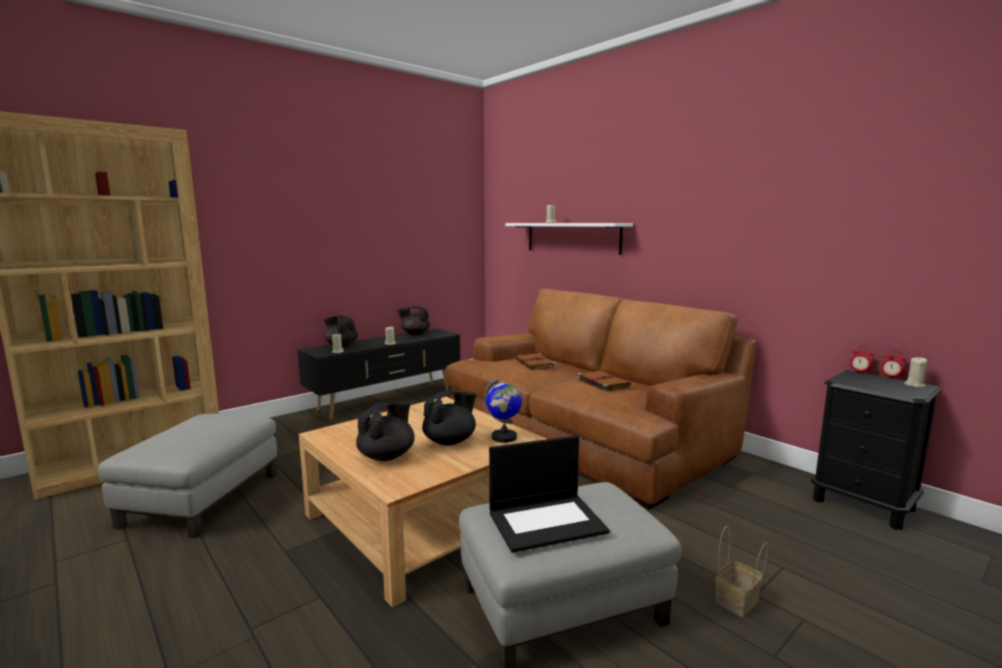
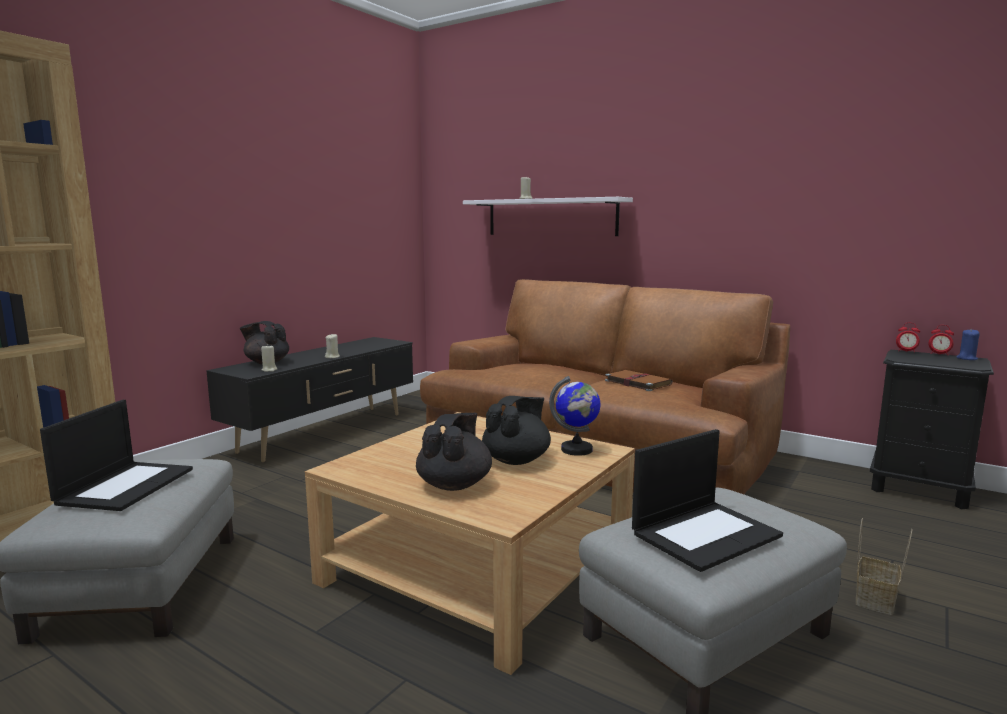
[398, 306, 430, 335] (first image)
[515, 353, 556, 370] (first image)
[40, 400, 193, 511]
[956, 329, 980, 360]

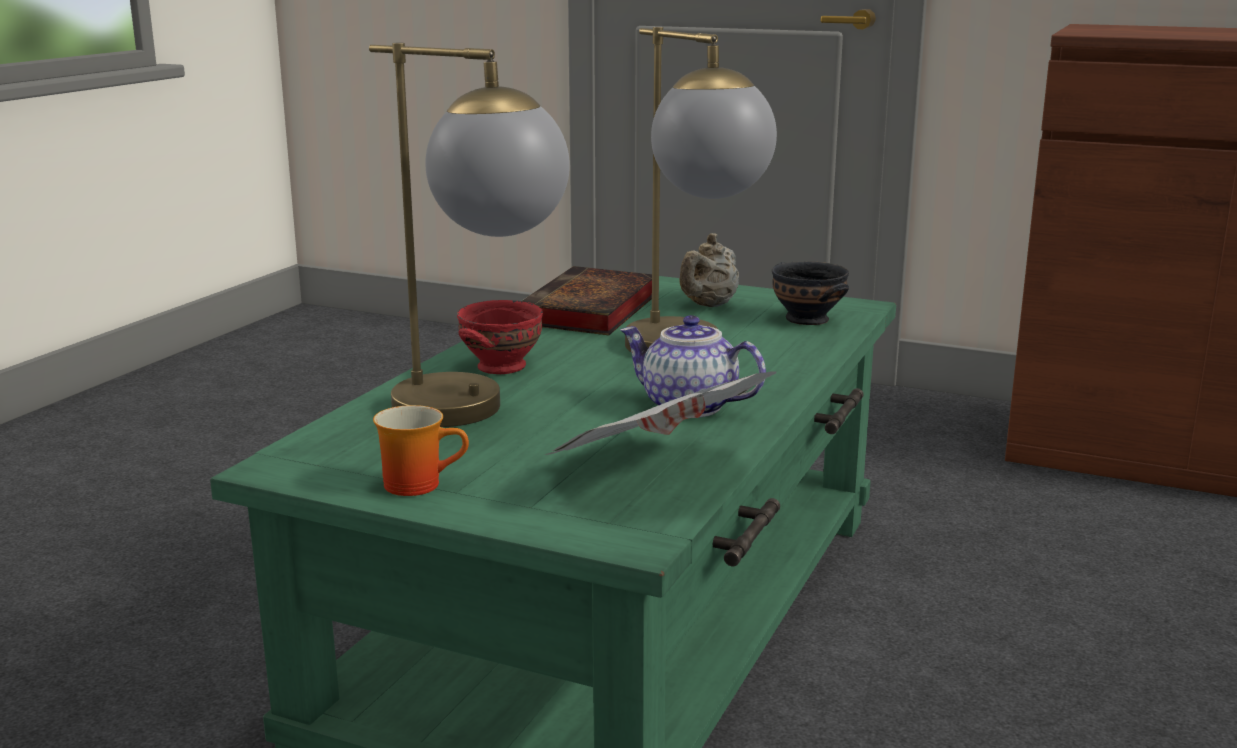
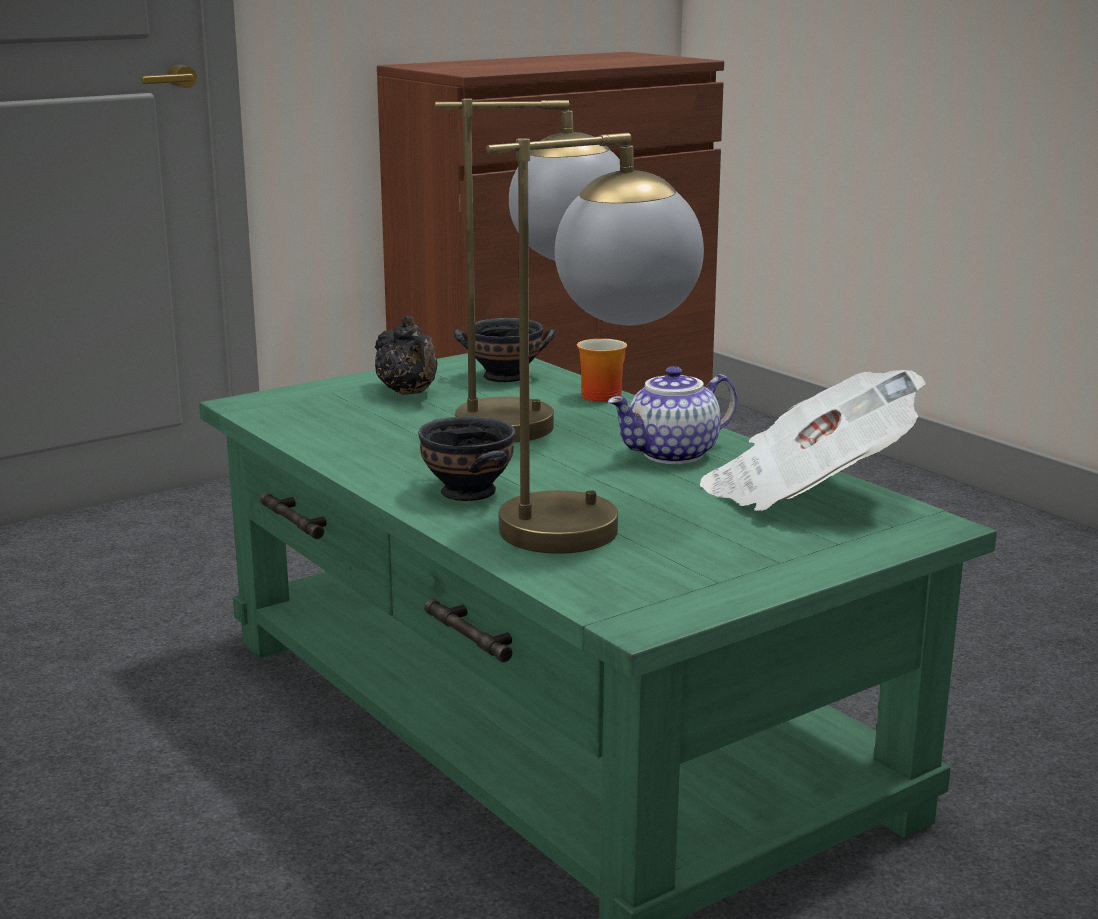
[522, 266, 652, 335] (first image)
[577, 339, 627, 402]
[418, 416, 515, 501]
[375, 315, 438, 395]

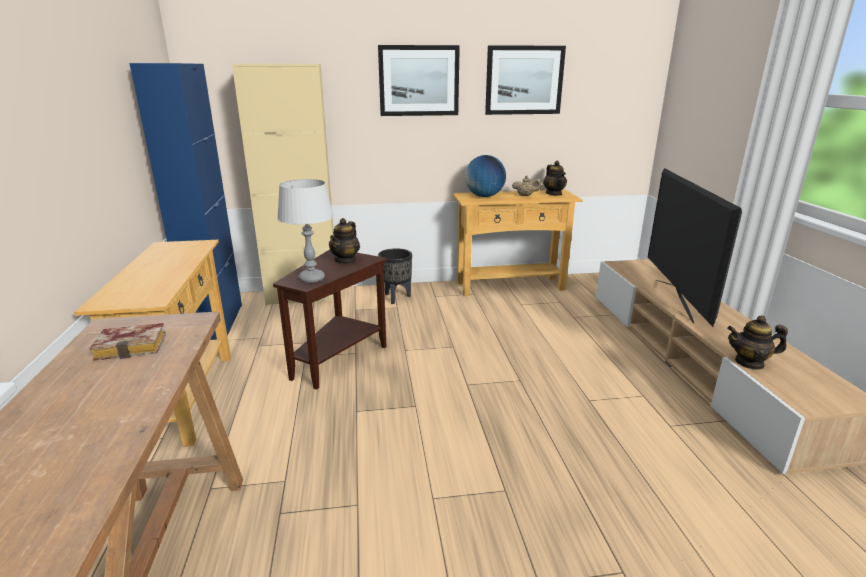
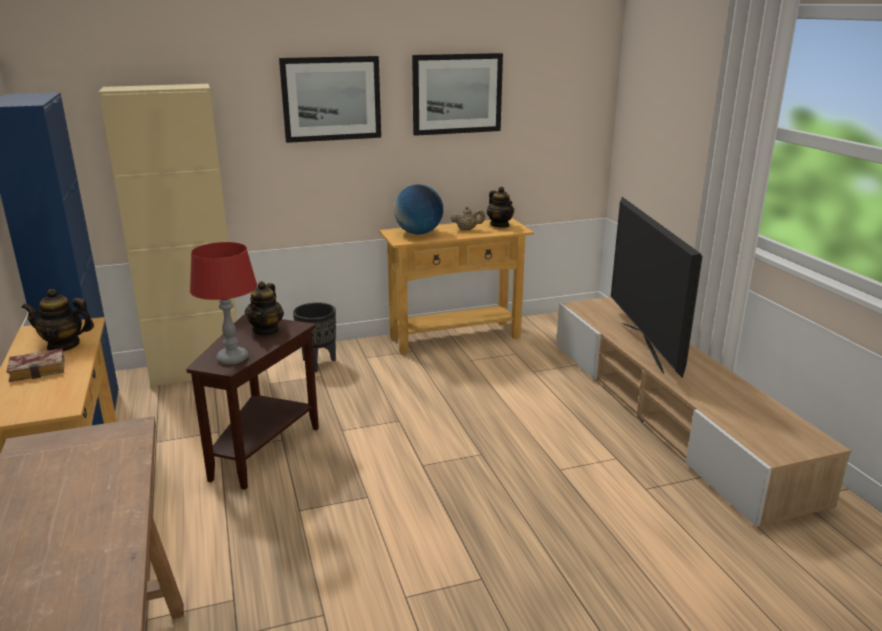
[6, 349, 65, 382]
[21, 289, 94, 351]
[190, 242, 257, 365]

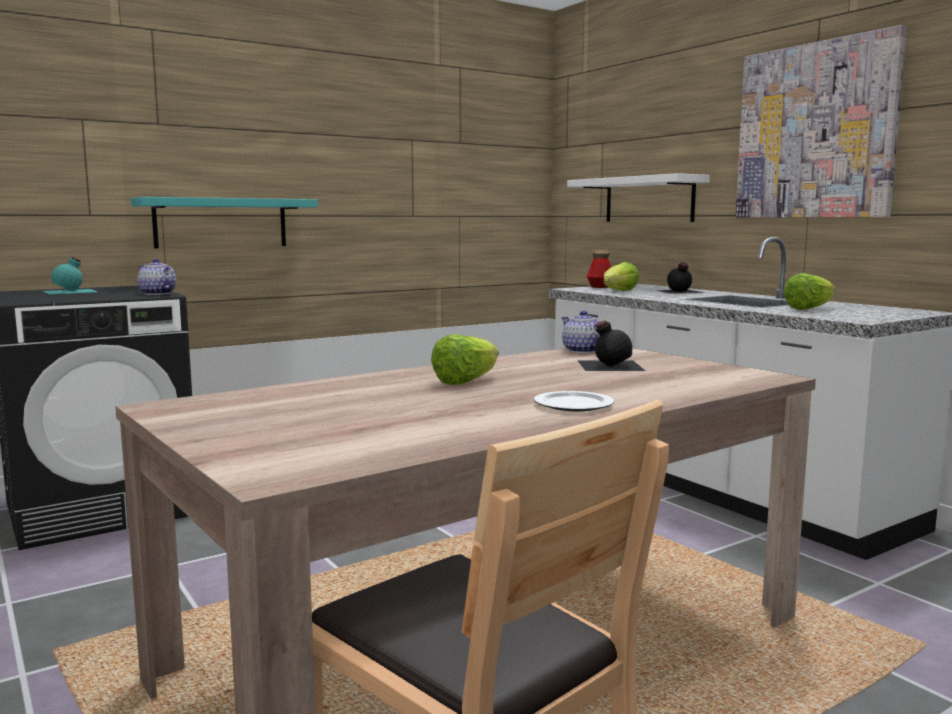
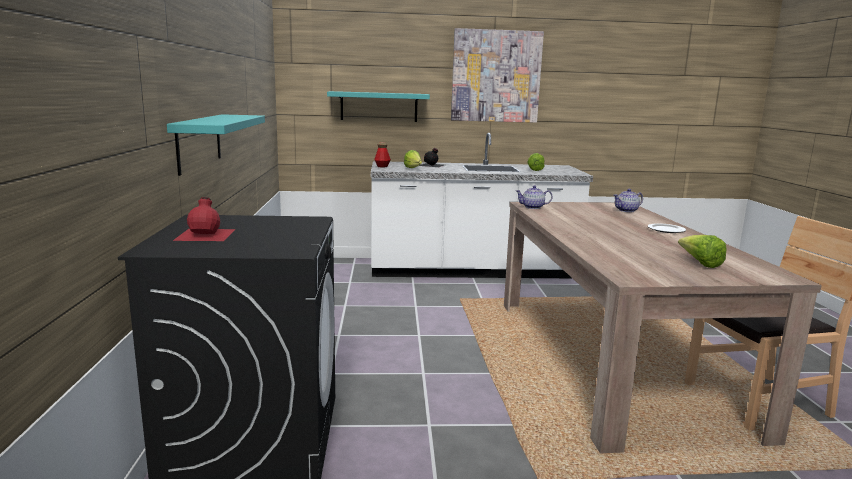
[578, 321, 645, 371] (first image)
[614, 189, 643, 212]
[678, 235, 727, 268]
[173, 197, 236, 241]
[327, 91, 430, 122]

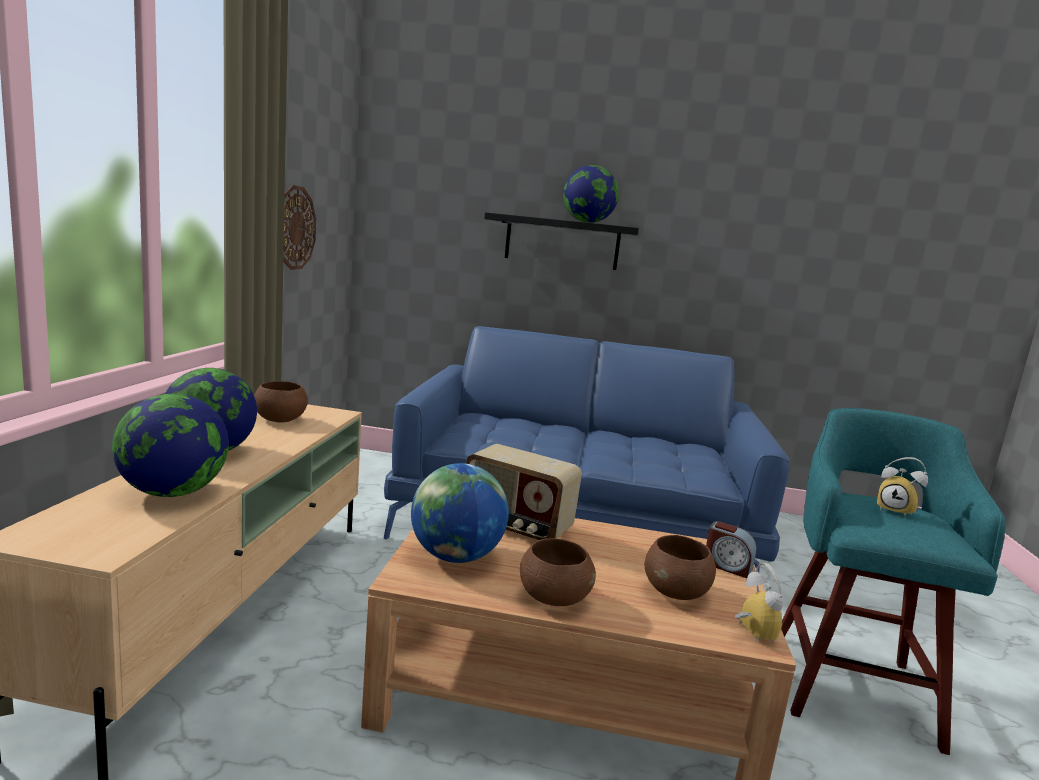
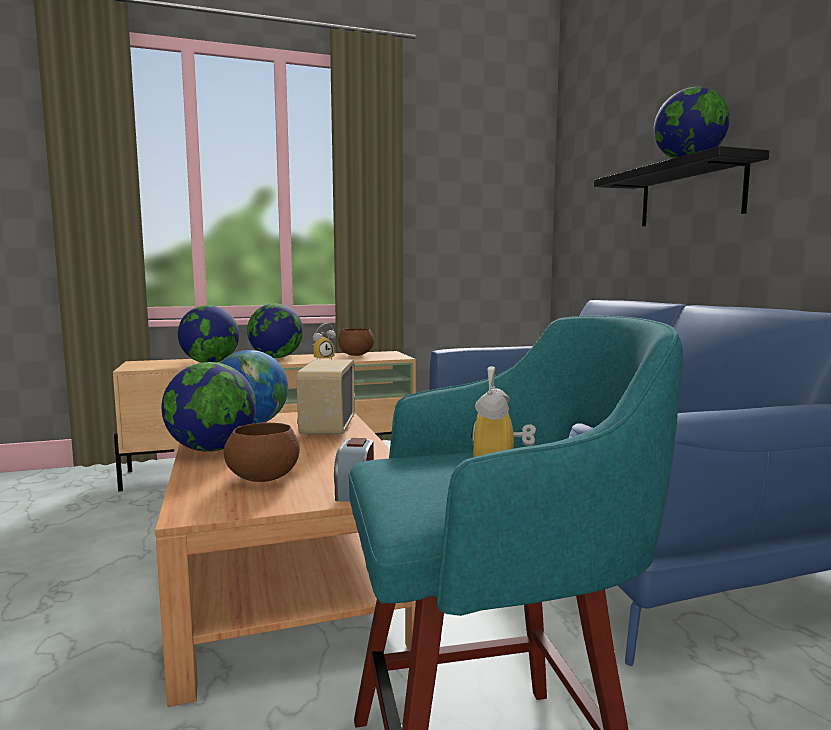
[283, 185, 316, 270] (first image)
[312, 323, 336, 360]
[162, 362, 256, 452]

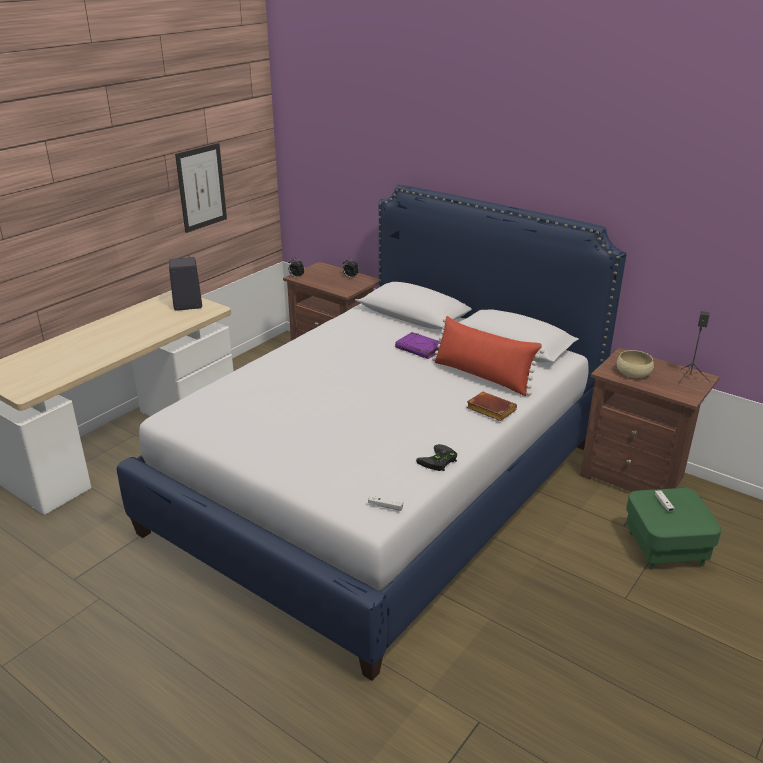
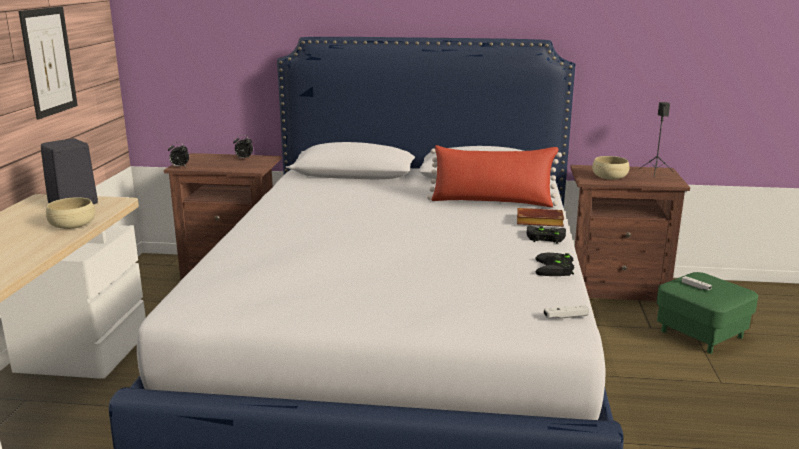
[395, 332, 441, 359] (first image)
[46, 197, 95, 229]
[527, 226, 566, 244]

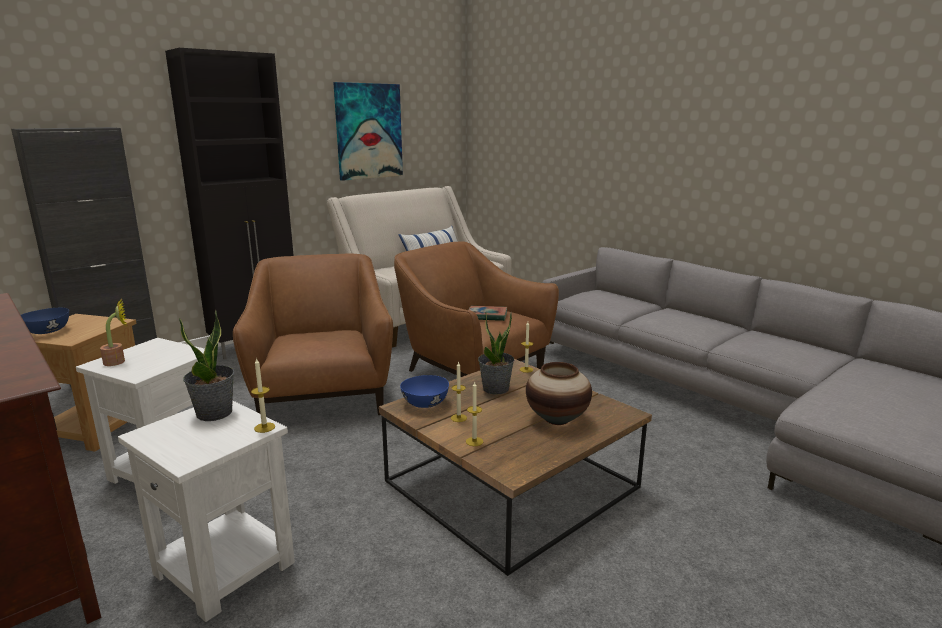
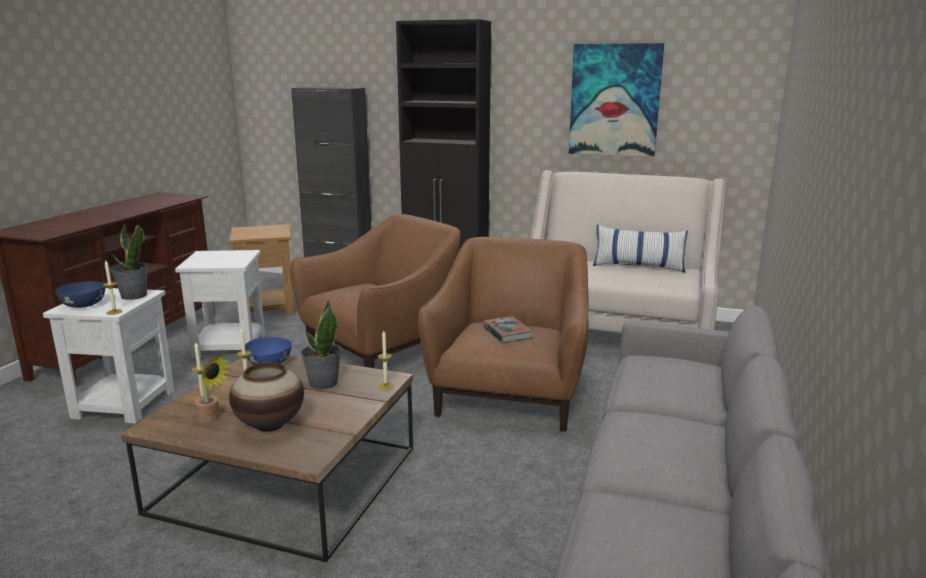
[55, 281, 106, 308]
[195, 356, 231, 423]

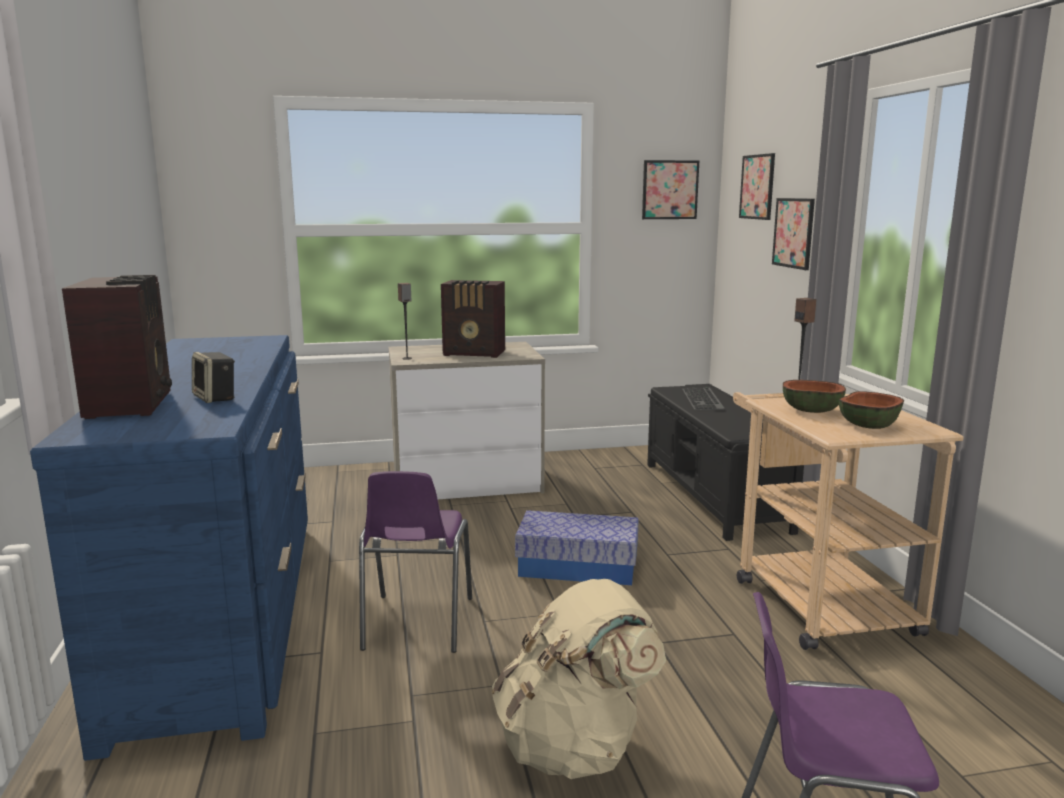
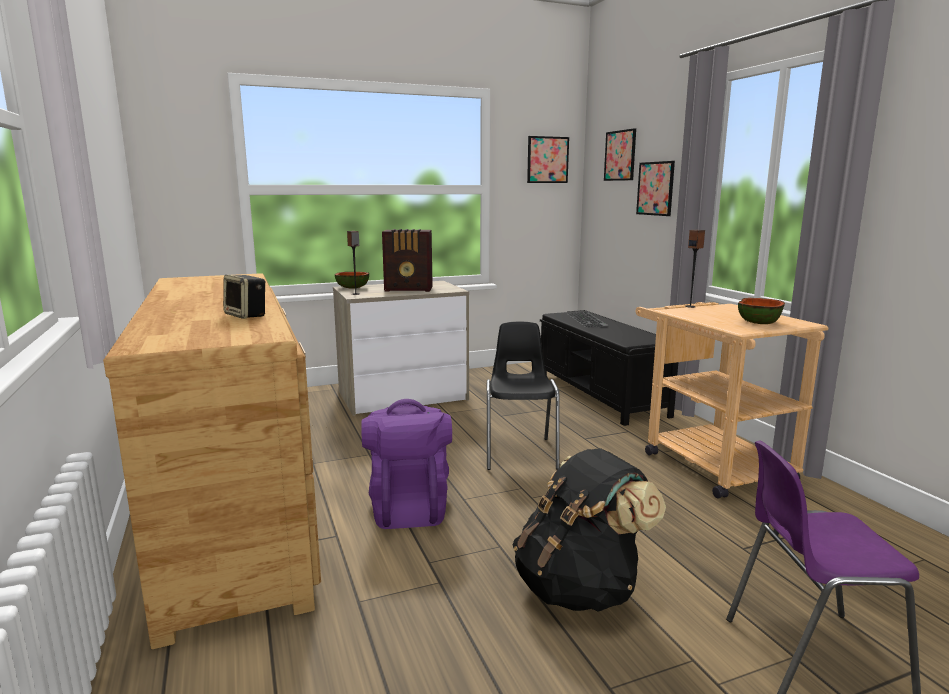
[62, 275, 172, 419] (first image)
[335, 272, 369, 288]
[361, 399, 452, 529]
[486, 322, 560, 470]
[103, 273, 321, 649]
[513, 448, 666, 612]

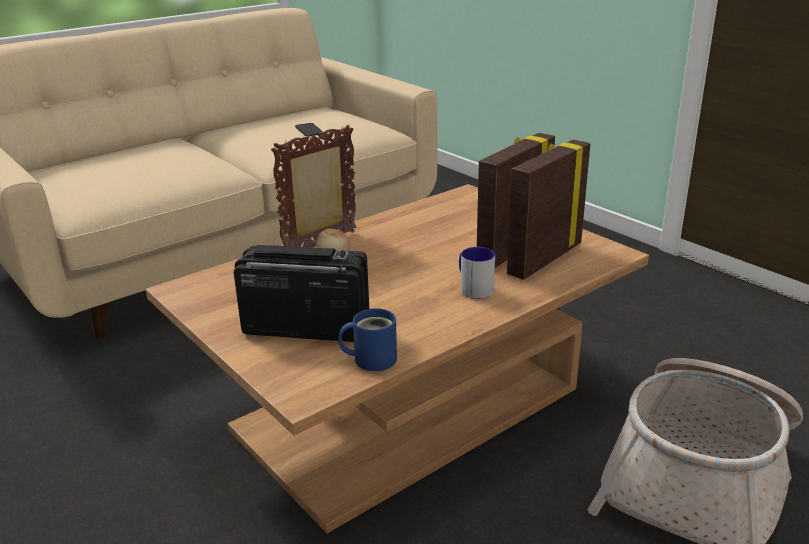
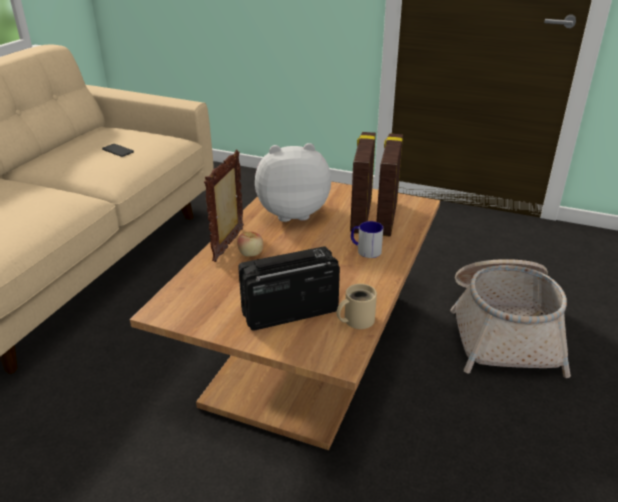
[255, 143, 331, 222]
[337, 284, 377, 329]

